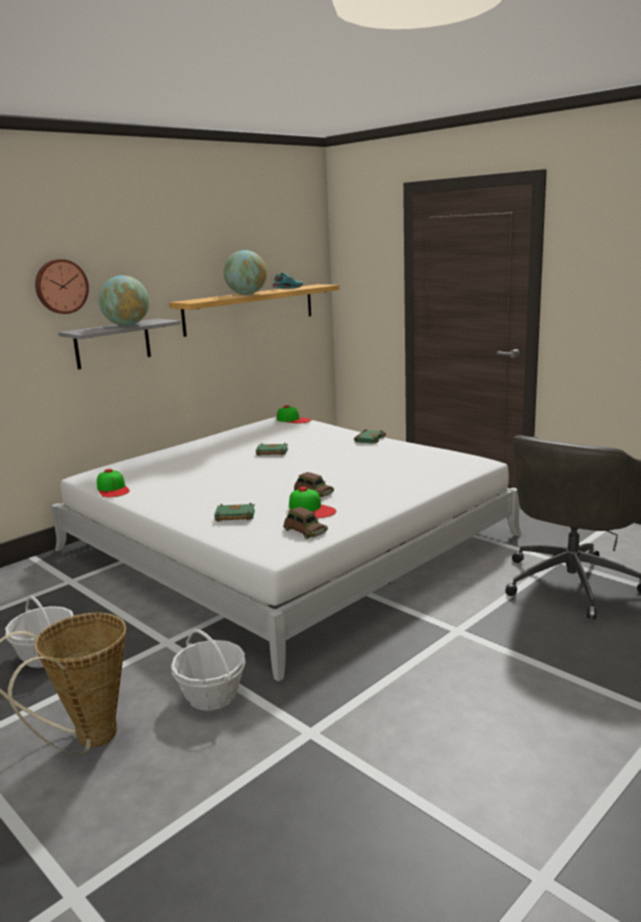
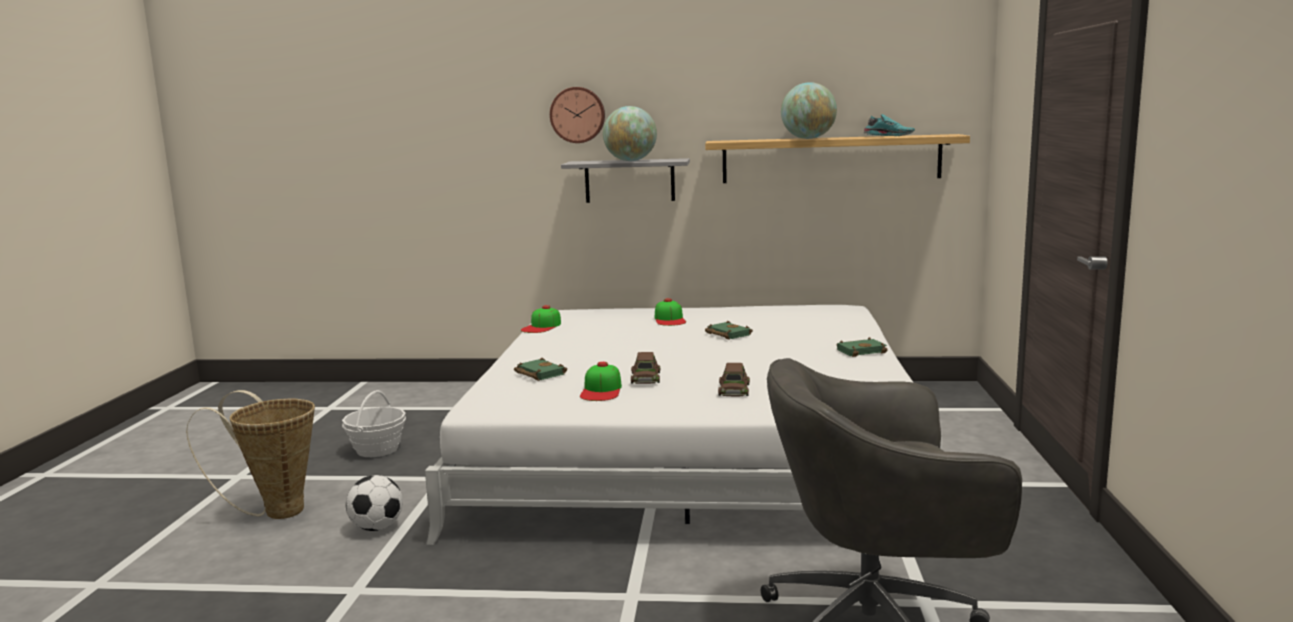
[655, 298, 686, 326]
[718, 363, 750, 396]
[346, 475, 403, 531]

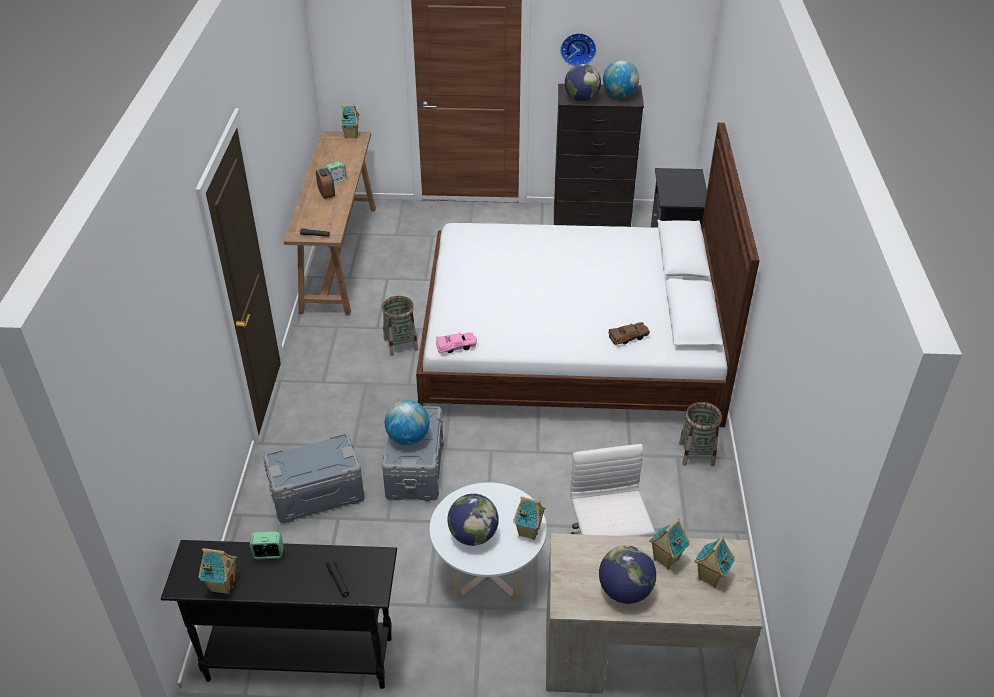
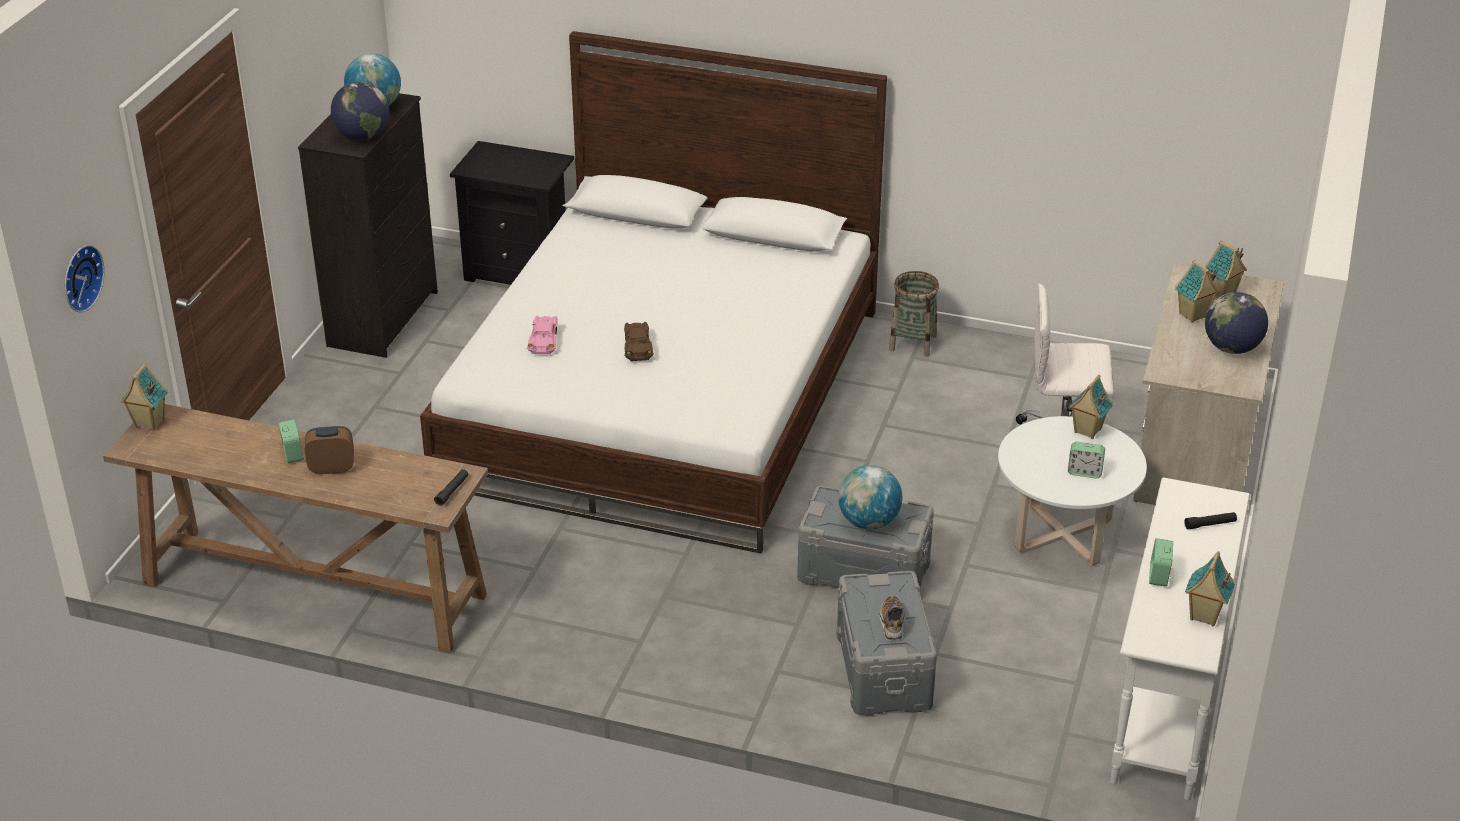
[382, 296, 418, 356] (first image)
[879, 596, 905, 640]
[527, 316, 558, 354]
[65, 245, 105, 313]
[624, 322, 654, 361]
[1068, 442, 1105, 478]
[1110, 477, 1250, 800]

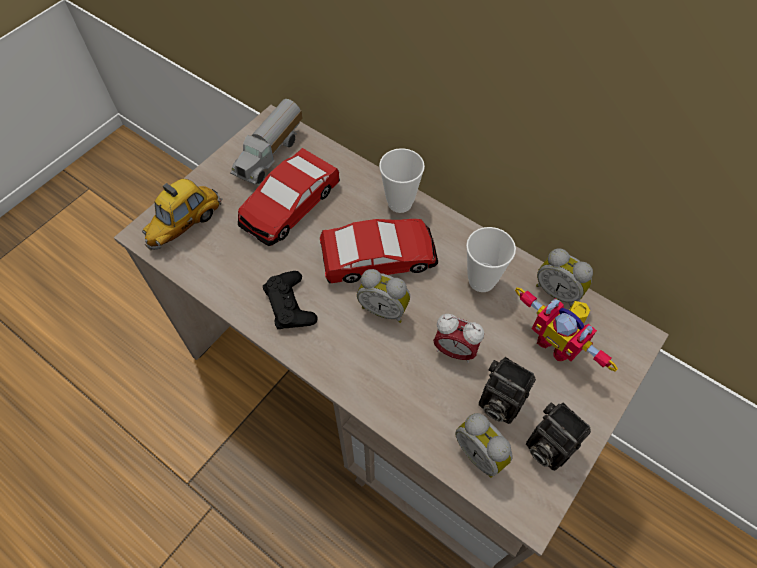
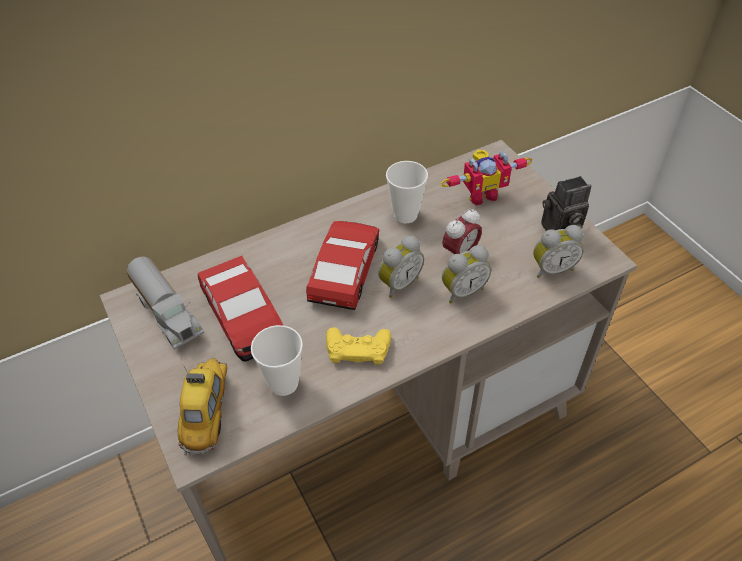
[479, 357, 536, 424] (first image)
[251, 325, 303, 396]
[442, 245, 491, 304]
[326, 327, 391, 365]
[178, 357, 227, 455]

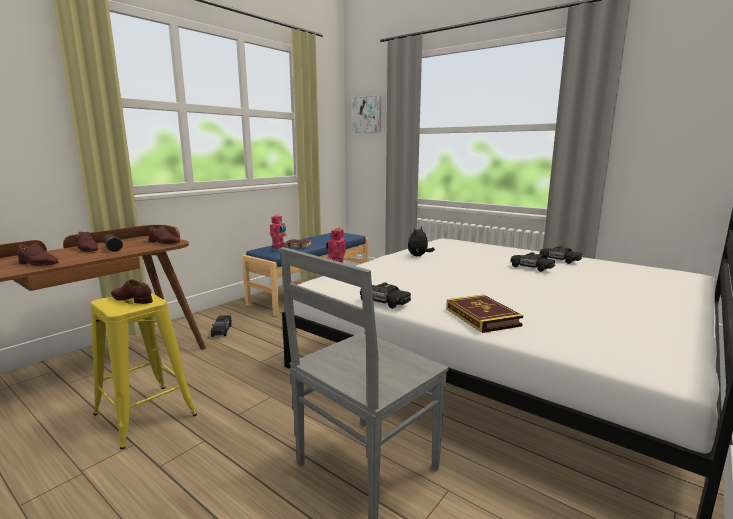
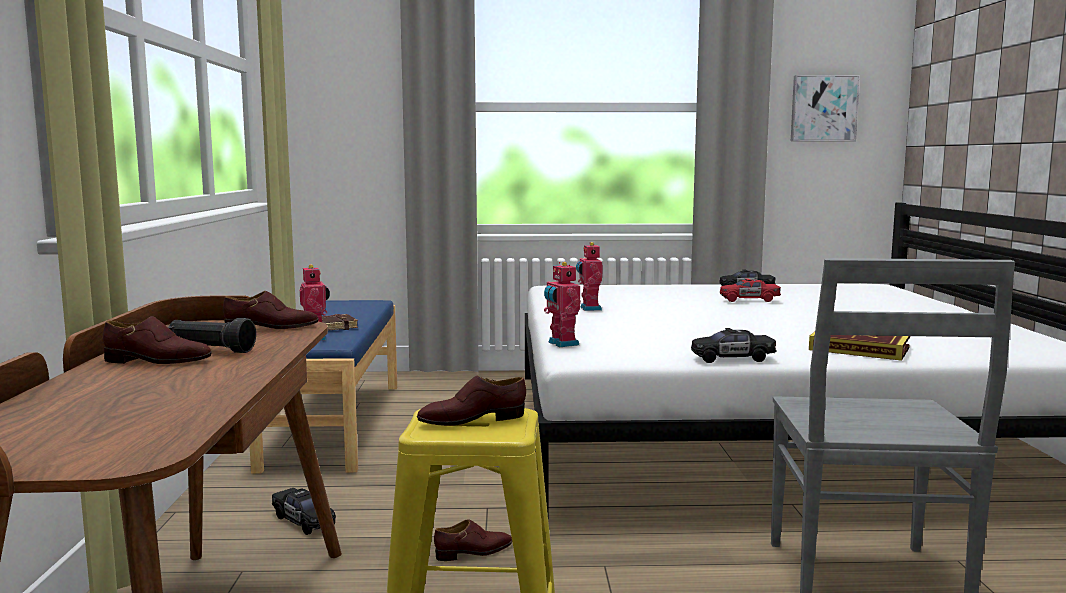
[434, 519, 512, 561]
[791, 75, 860, 141]
[576, 242, 603, 311]
[720, 278, 781, 302]

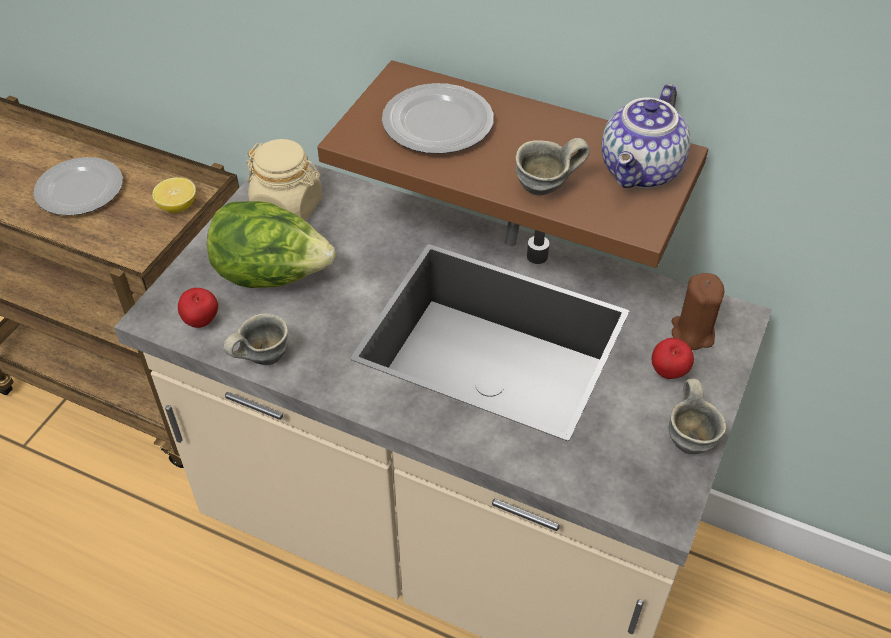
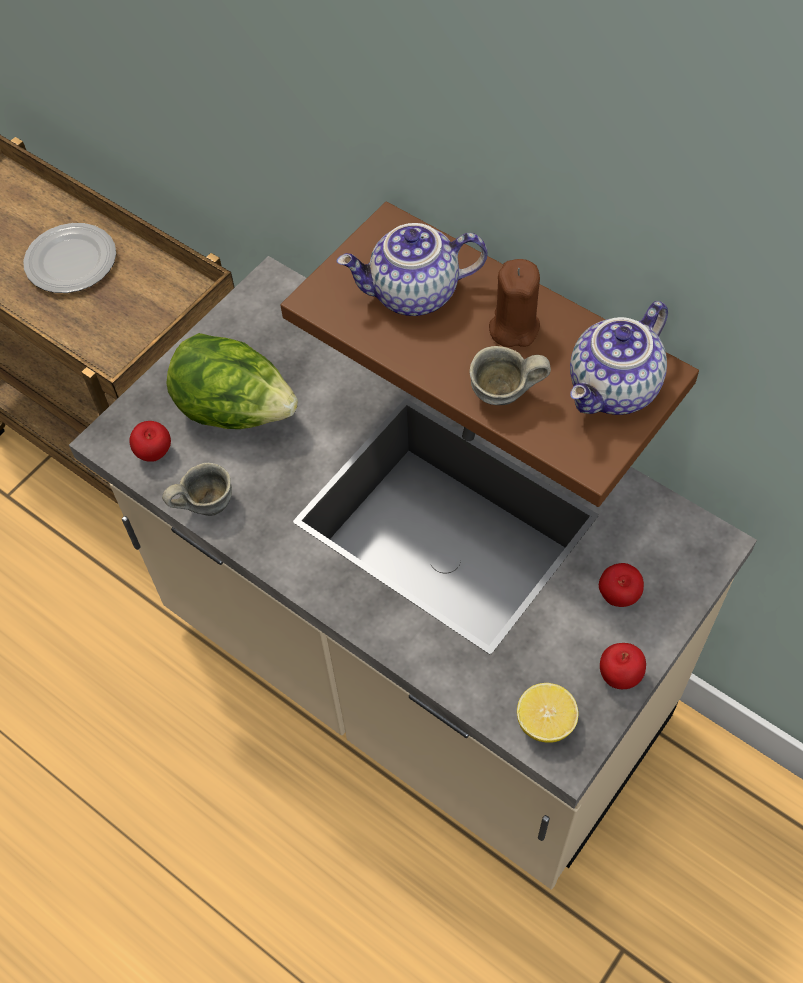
[246, 139, 322, 221] (first image)
[517, 683, 578, 743]
[489, 259, 540, 347]
[337, 223, 487, 316]
[600, 643, 646, 689]

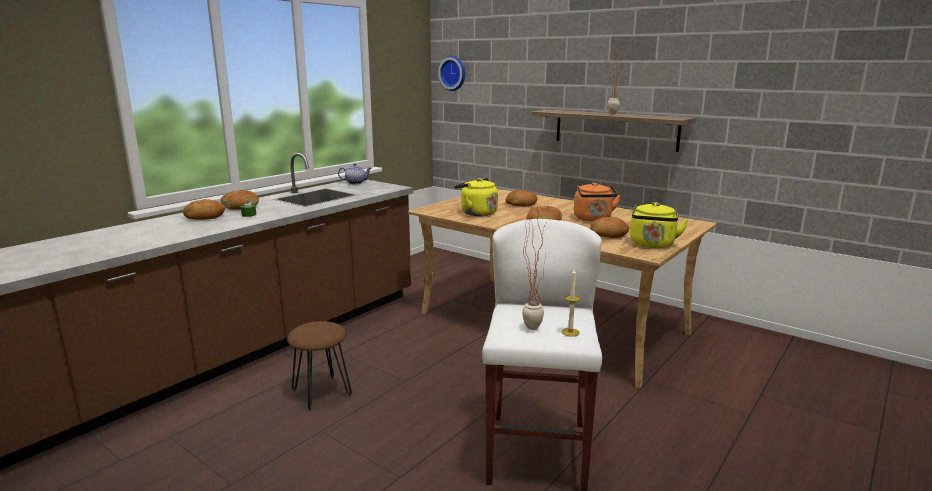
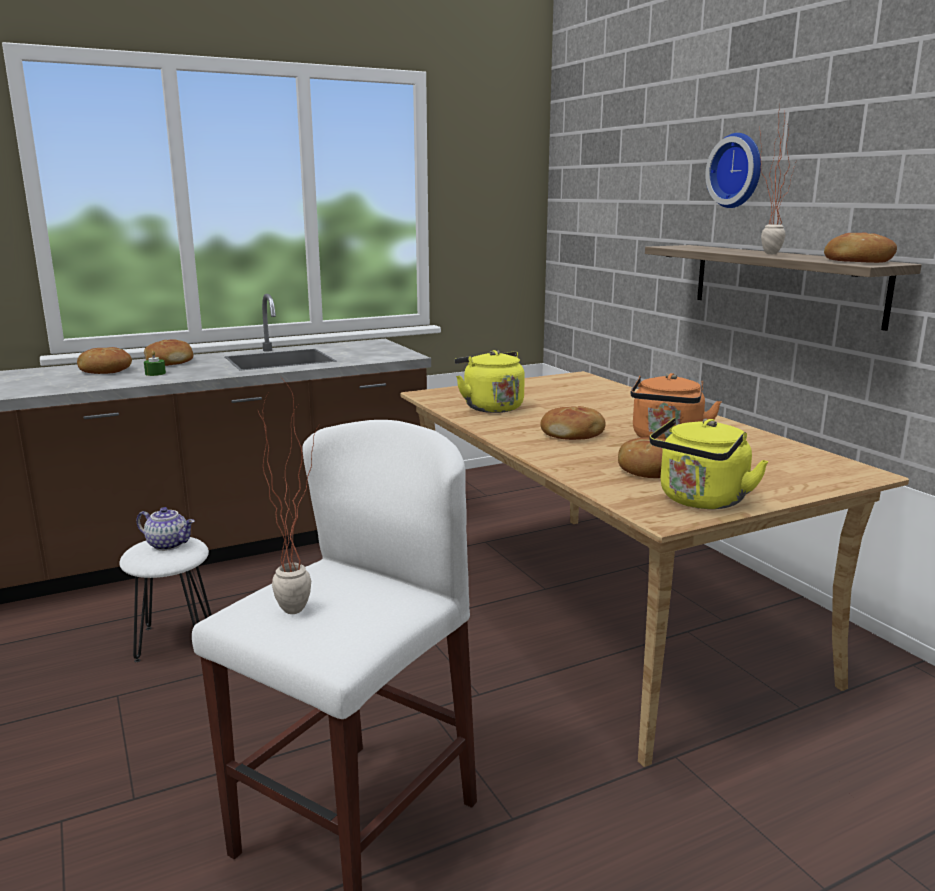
[561, 269, 581, 337] (first image)
[136, 507, 195, 551]
[705, 133, 761, 208]
[824, 232, 897, 263]
[119, 537, 212, 662]

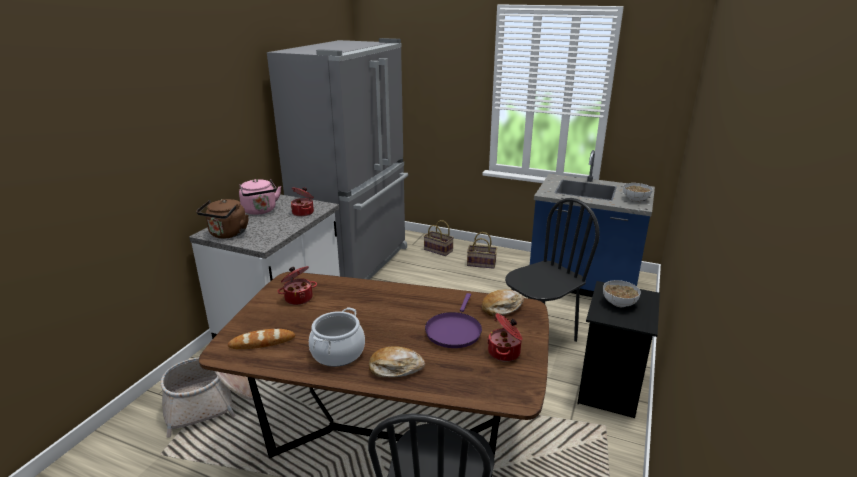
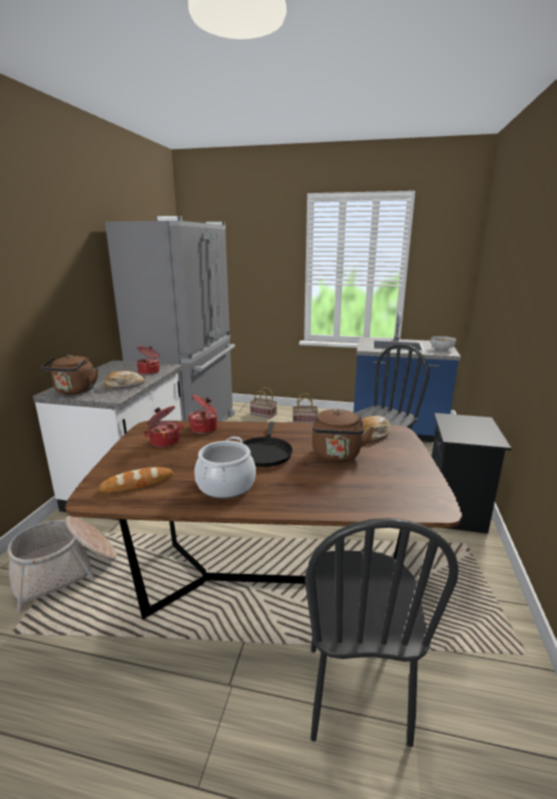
[239, 179, 281, 215] (first image)
[603, 280, 641, 307] (first image)
[243, 422, 293, 467]
[104, 371, 145, 388]
[188, 395, 217, 434]
[312, 409, 374, 462]

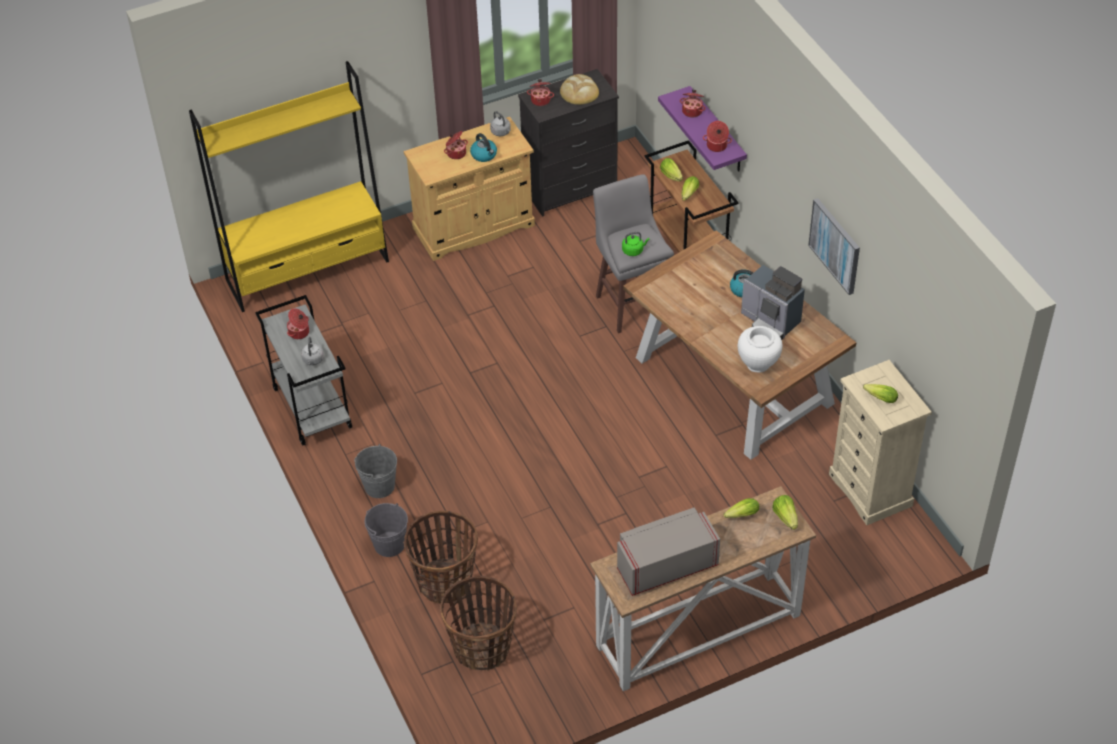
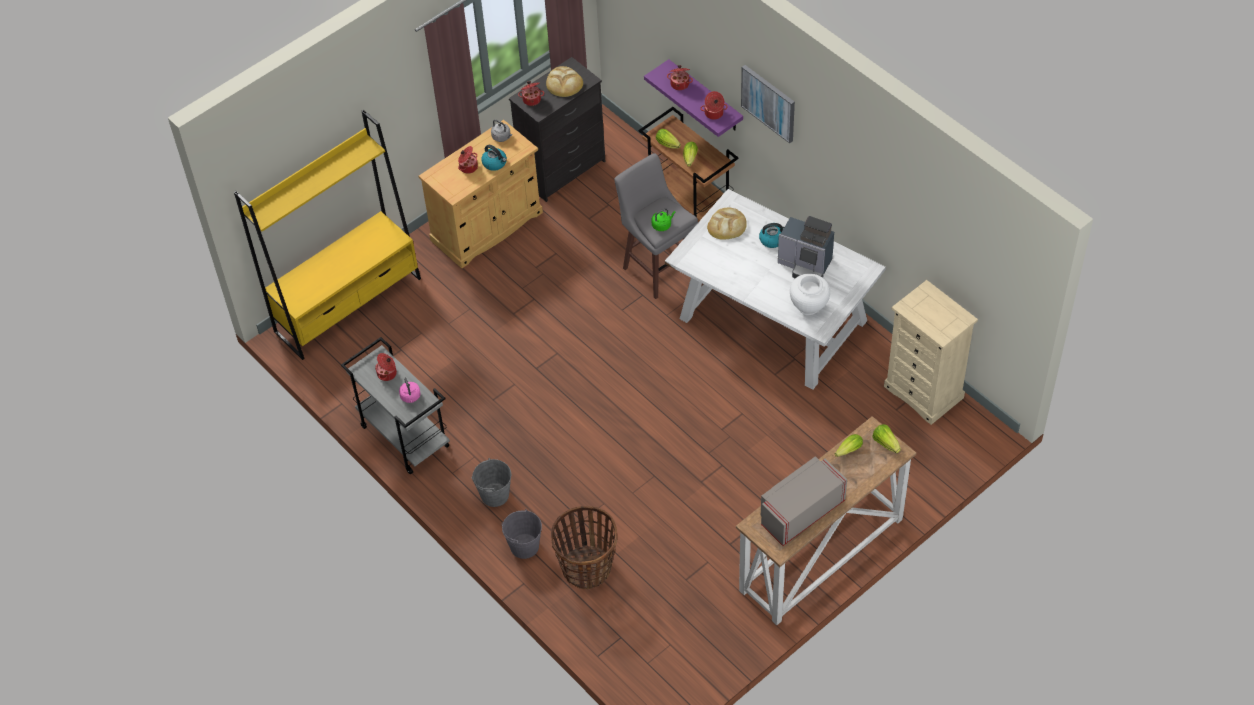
[440, 576, 517, 671] (first image)
[863, 384, 898, 403] (first image)
[707, 208, 747, 240]
[741, 65, 795, 143]
[399, 378, 421, 403]
[665, 189, 886, 390]

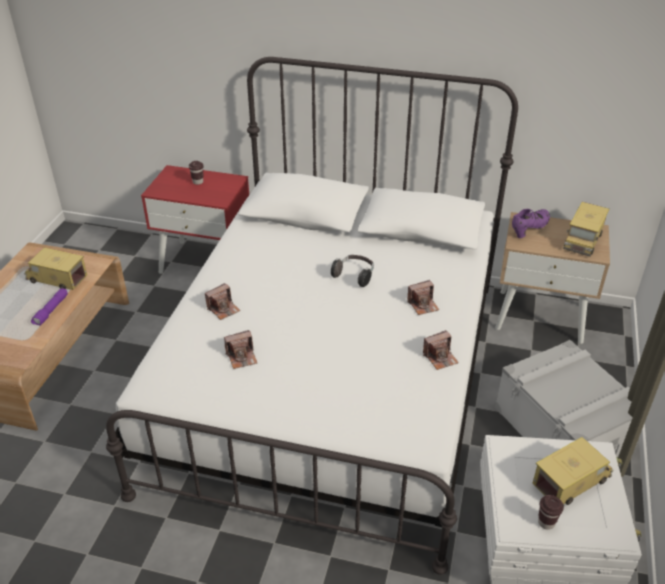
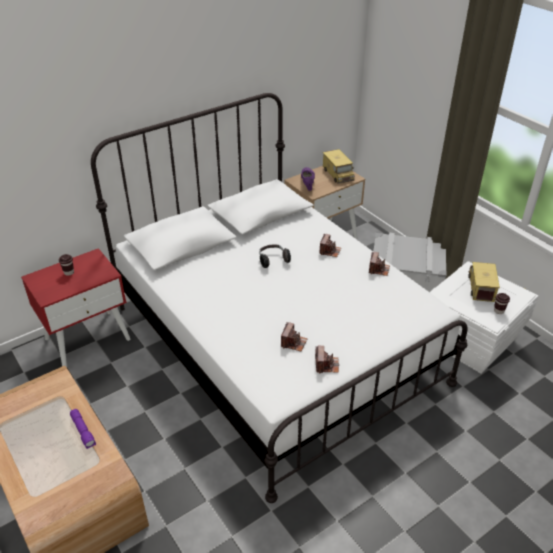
[24, 248, 87, 290] (first image)
[315, 345, 339, 373]

